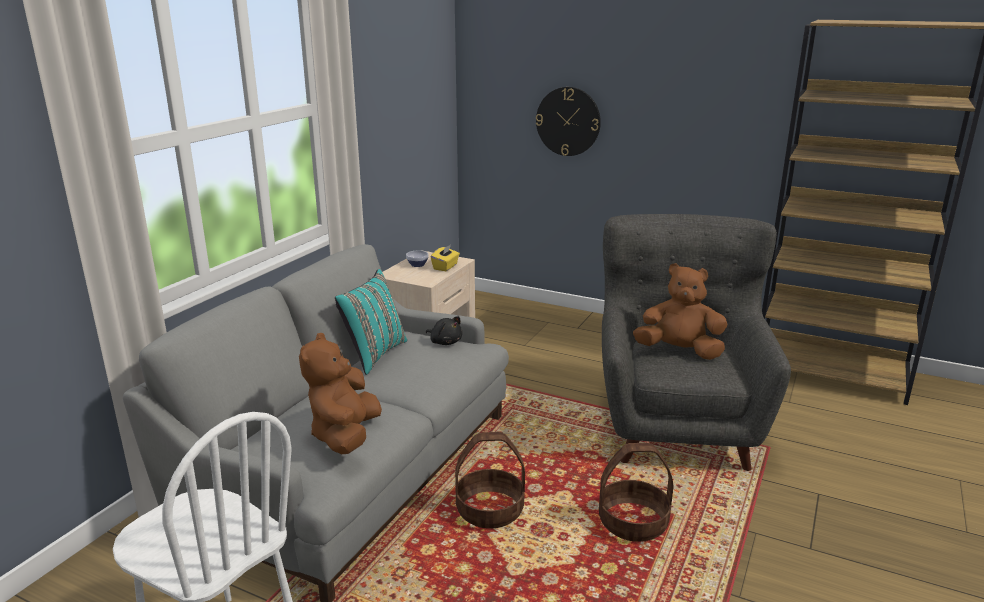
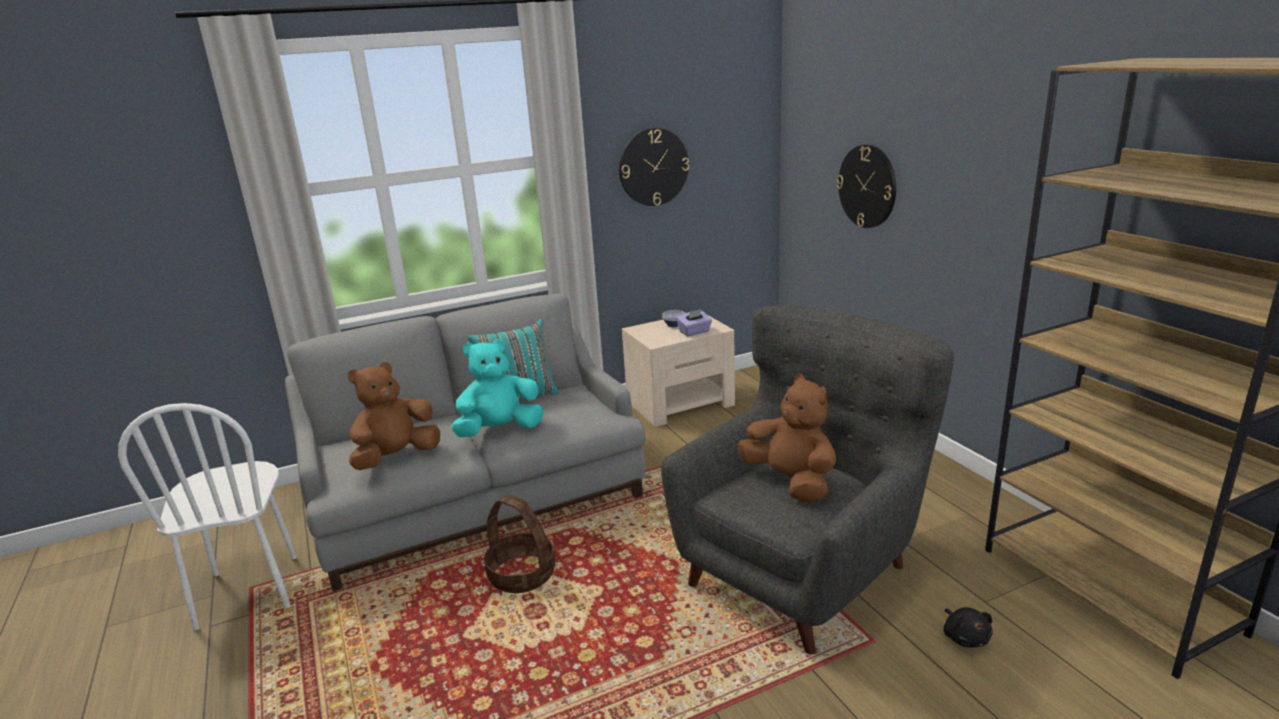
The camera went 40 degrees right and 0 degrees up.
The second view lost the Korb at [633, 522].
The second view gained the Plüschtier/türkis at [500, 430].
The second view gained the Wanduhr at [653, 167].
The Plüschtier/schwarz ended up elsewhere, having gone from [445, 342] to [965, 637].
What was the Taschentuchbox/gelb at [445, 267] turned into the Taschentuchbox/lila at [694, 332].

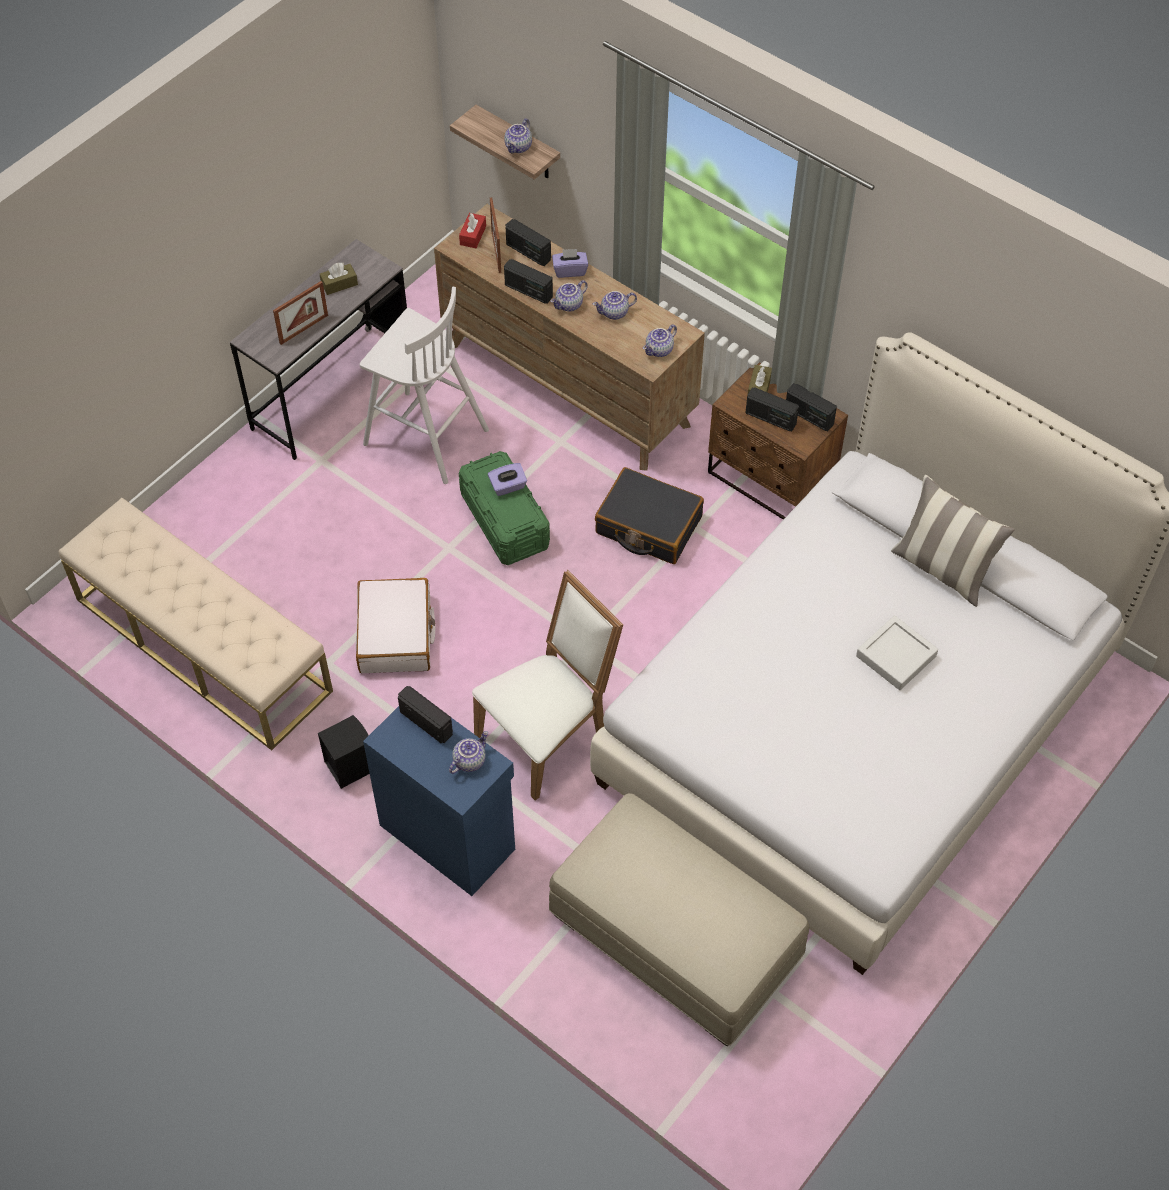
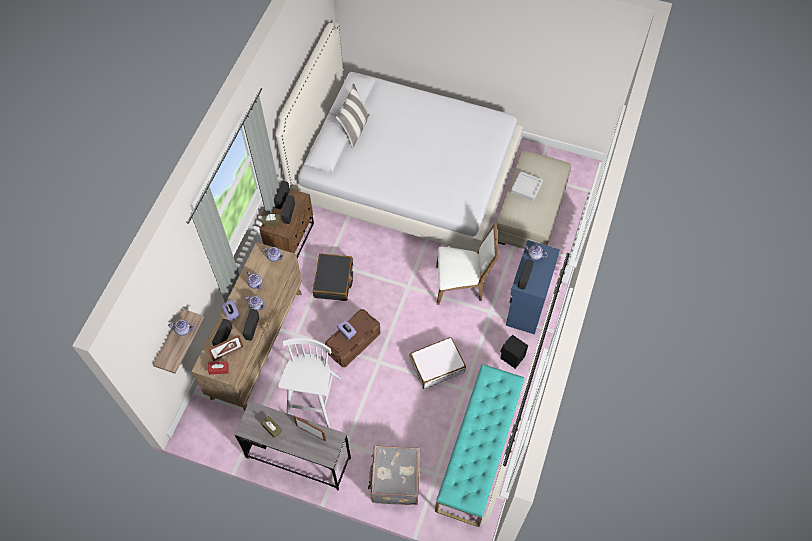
The camera went 110 degrees left and 5 degrees up.
The second view gained the Koffer/grau at [394, 481].
The Tablett/grau ended up elsewhere, having gone from [896, 656] to [526, 187].
What was the Bank/beige at [202, 645] turned into the Bank/türkis at [478, 451].
What was the Aufbewahrungsbox/grün at [505, 520] turned into the Aufbewahrungsbox/braun at [353, 342].
The Stuhl/weiß at [548, 735] ended up facing another way, 150 degrees clockwise from before.

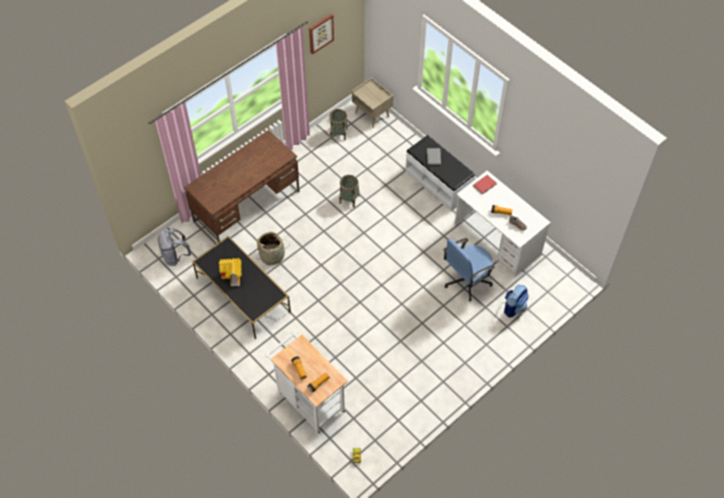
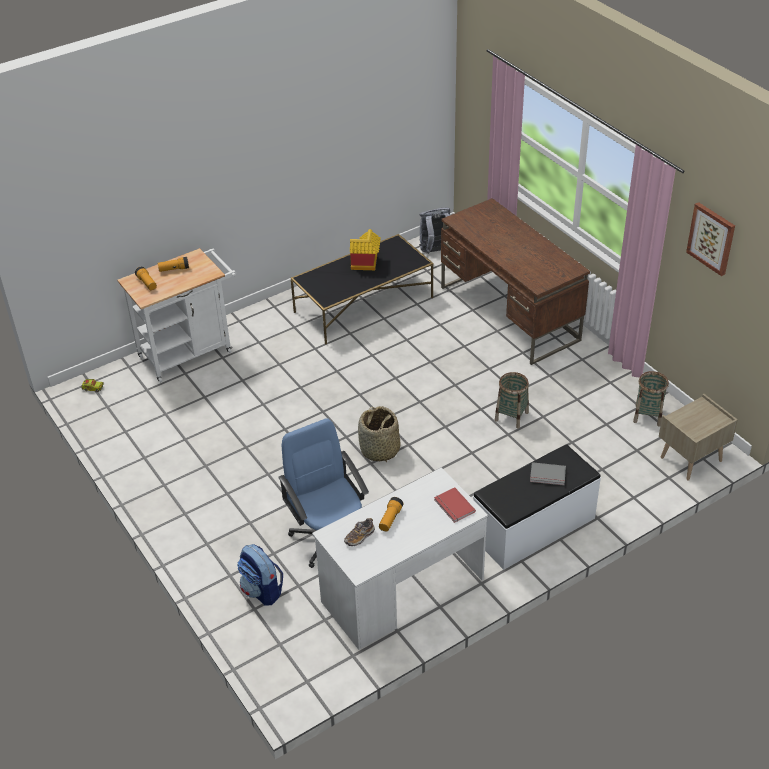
The camera went 100 degrees right and 15 degrees down.
The Korb ended up elsewhere, having gone from [272, 255] to [379, 450].

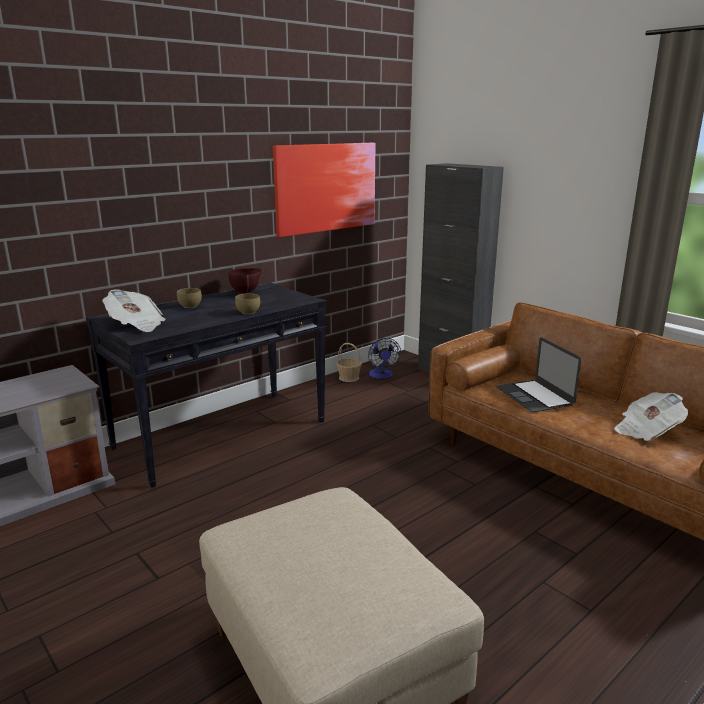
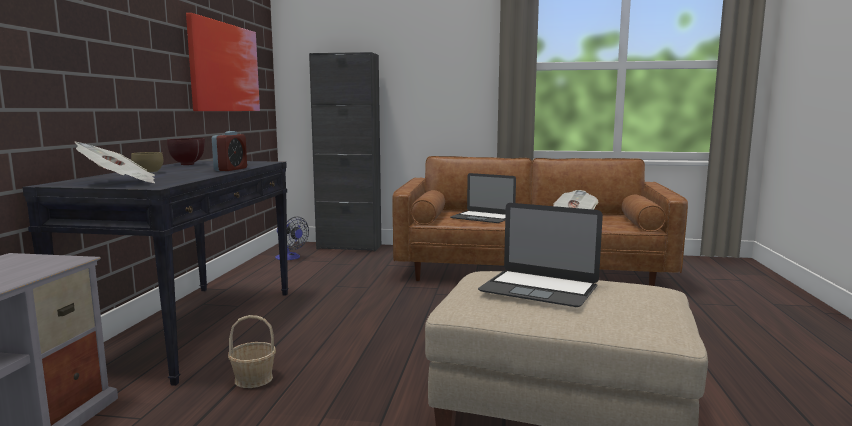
The camera went 40 degrees left and 10 degrees down.
The second view gained the Laptop at [539, 288].
The Korb ended up elsewhere, having gone from [349, 378] to [253, 379].
Where the Schüssel/braun stood at [248, 312], the Wecker came to stand at [230, 169].

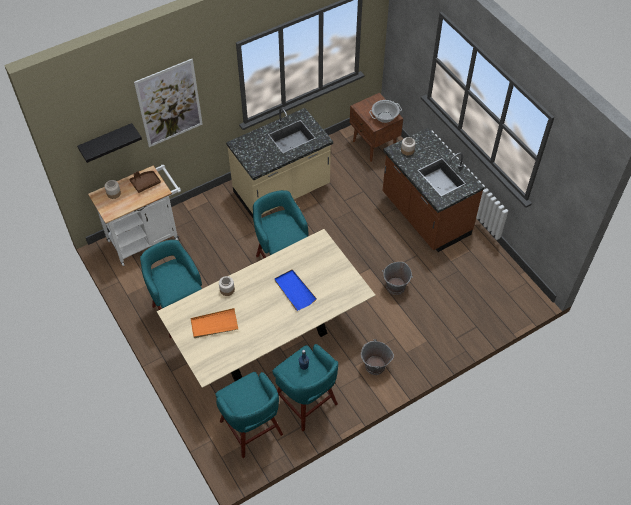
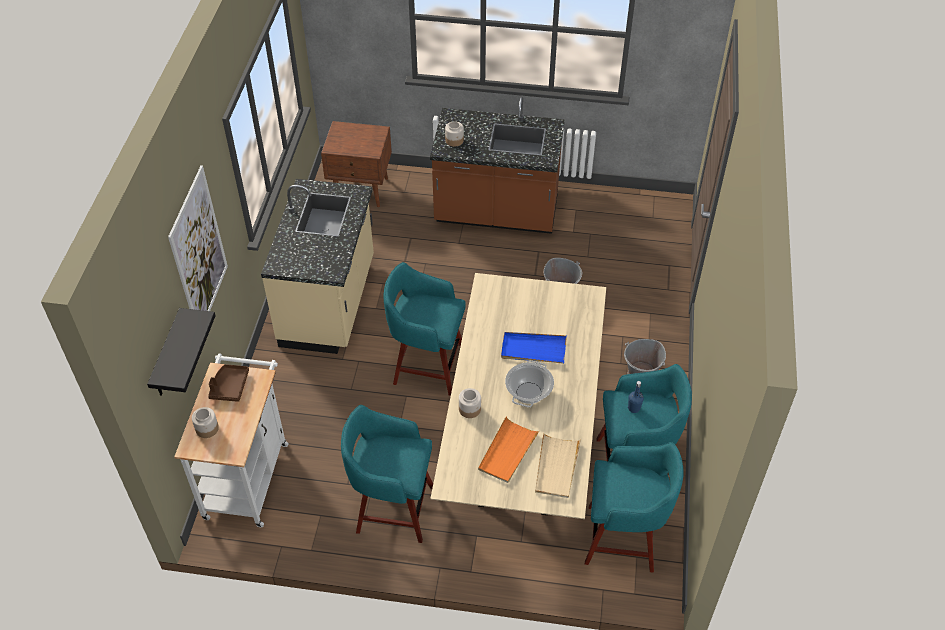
The camera went 50 degrees left and 5 degrees down.
The second view gained the Tablett/beige at [556, 467].
The Kochtopf ended up elsewhere, having gone from [384, 117] to [529, 393].

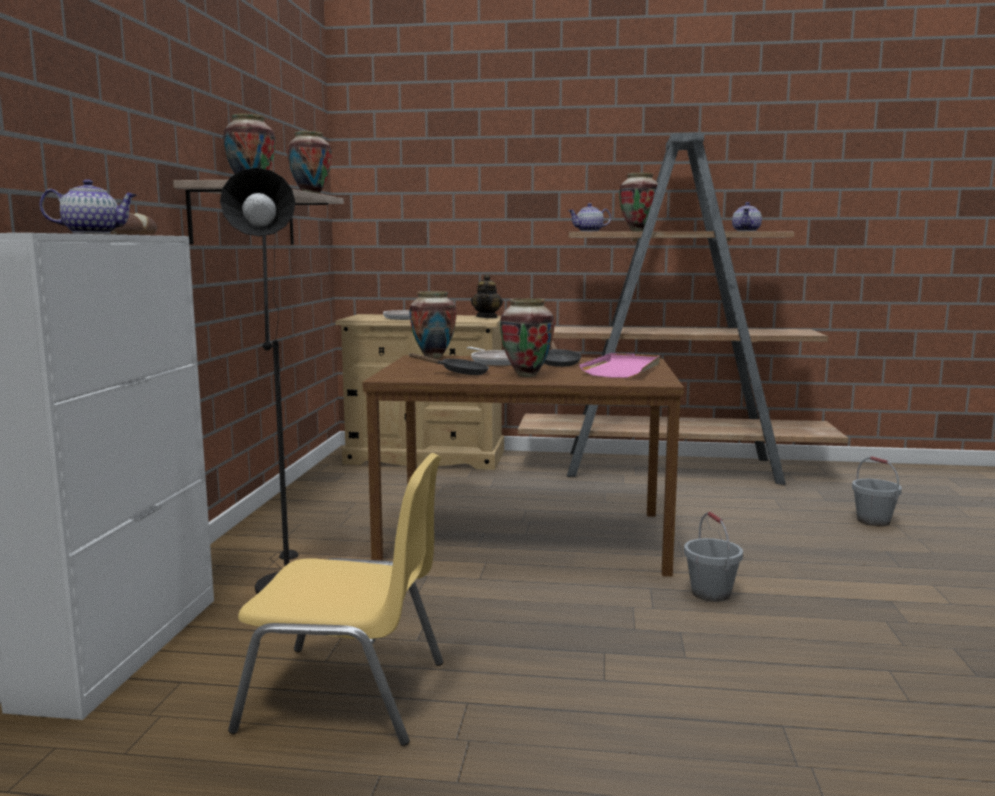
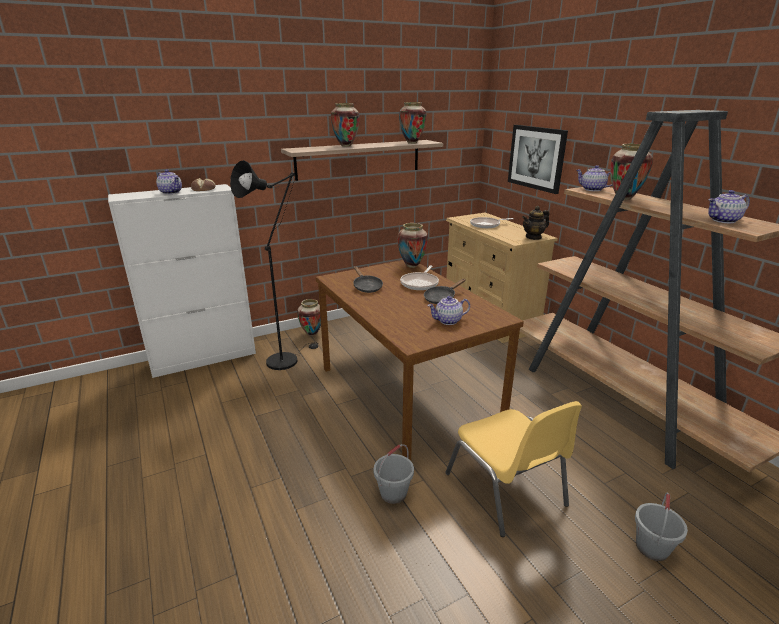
The camera went 55 degrees right and 15 degrees up.
The second view gained the Bild at [536, 158].
The Stuhl/gelb ended up elsewhere, having gone from [348, 695] to [506, 490].
The Vase ended up elsewhere, having gone from [527, 375] to [312, 334].
Where the Tablett/rosa stood at [623, 369], the Teekanne came to stand at [448, 321].

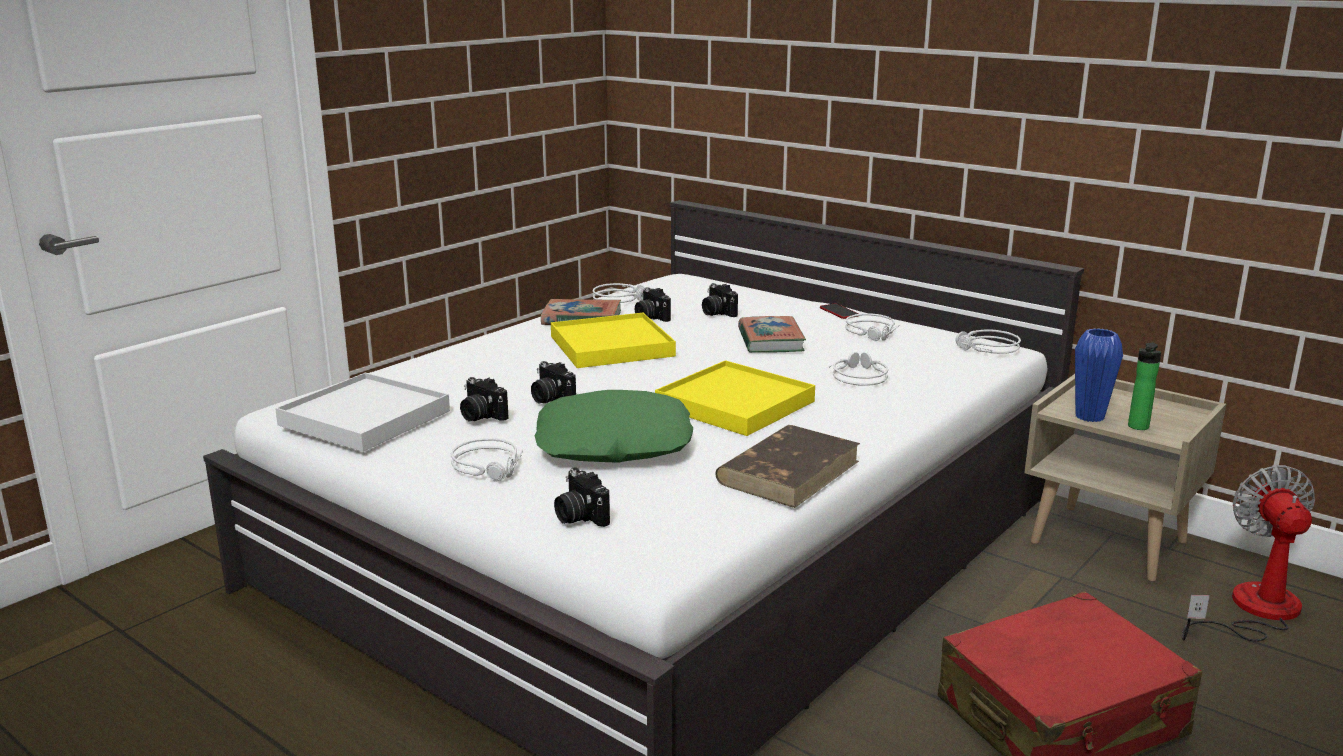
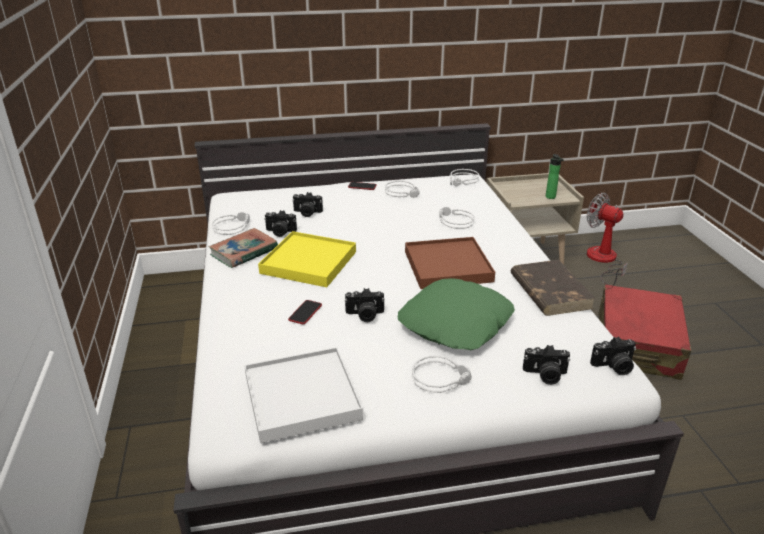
The camera went 50 degrees left and 10 degrees up.
The second view lost the Buch at [770, 340].
The second view lost the Vase/blau at [1089, 417].
The second view gained the Handy at [305, 312].
The Kamera ended up elsewhere, having gone from [480, 416] to [614, 367].
What was the Tablett/gelb at [735, 404] turned into the Tablett/braun at [448, 266].

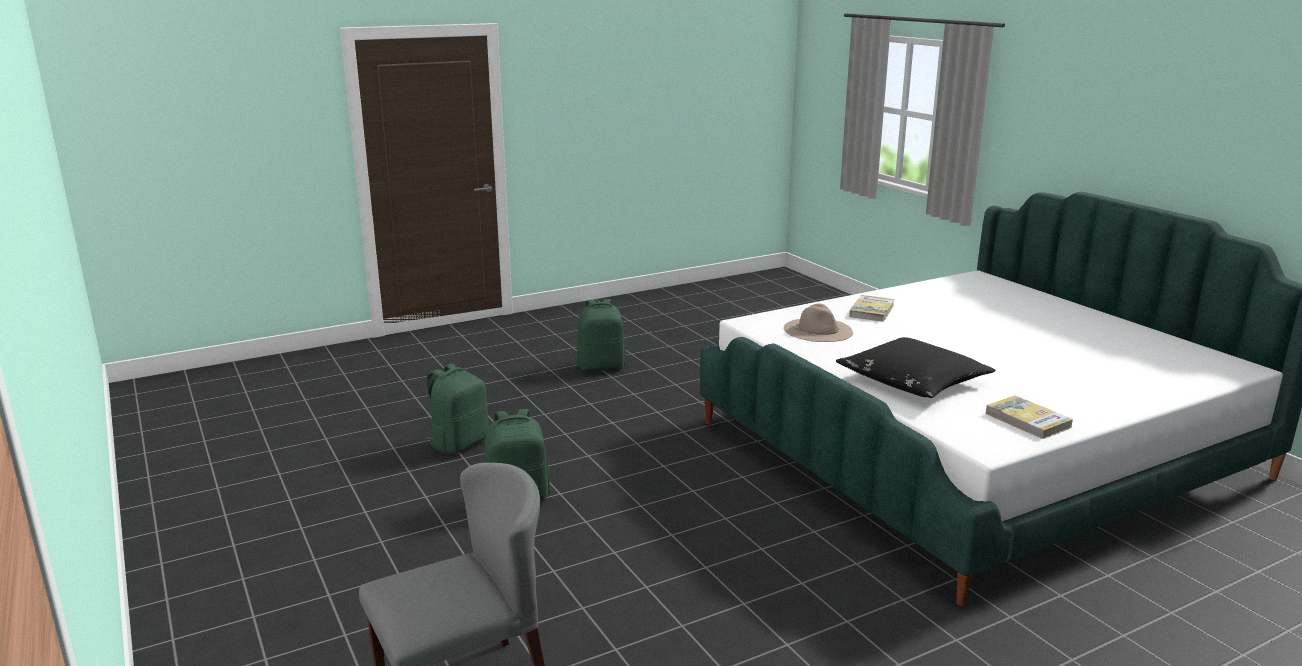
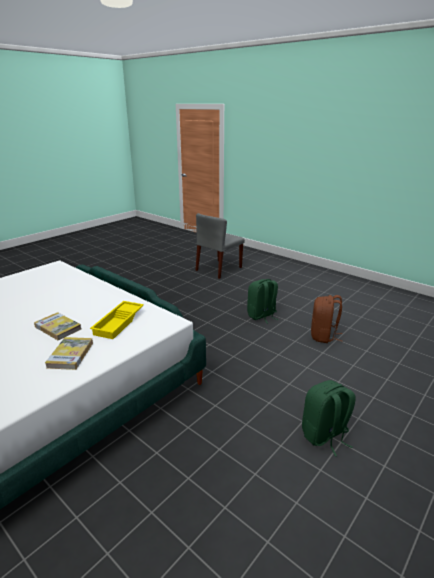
The camera went 160 degrees right and 5 degrees up.
The second view lost the Kissen/schwarz at [913, 381].
The Buch ended up elsewhere, having gone from [1027, 420] to [58, 328].
Where the Hut/beige stood at [818, 330], the Tablett/gelb came to stand at [119, 323].
What was the Rucksack/grün at [459, 443] turned into the Rucksack/braun at [323, 336].

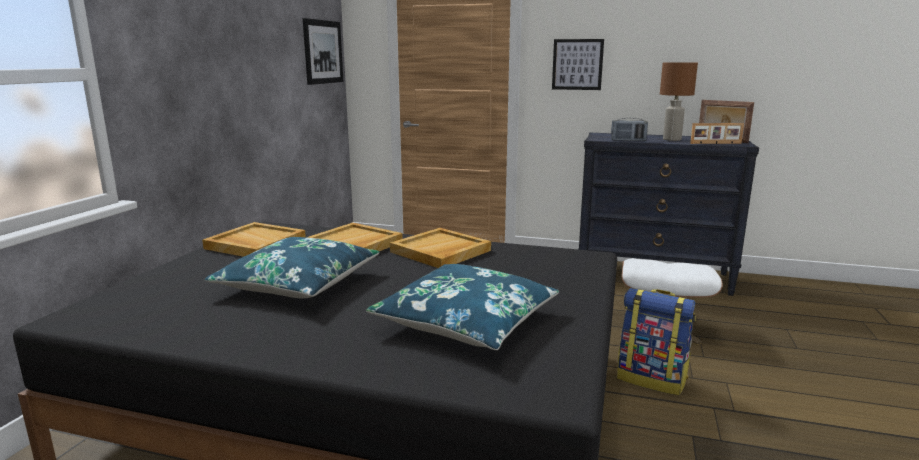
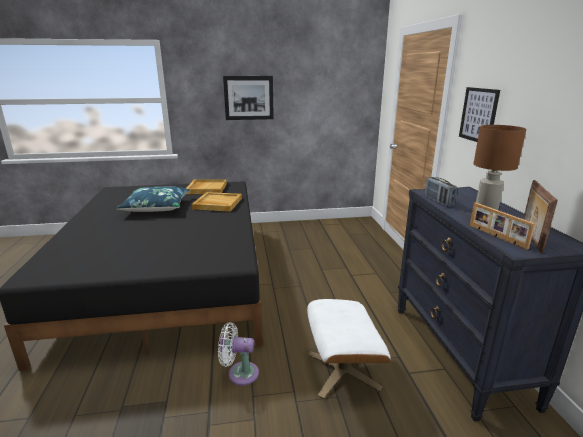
The camera went 65 degrees right and 5 degrees up.
The second view lost the Kissen/blau at [466, 321].
The second view lost the Tablett/beige at [440, 251].
The Bild ended up elsewhere, having gone from [323, 52] to [249, 98].
Where the Rucksack stood at [652, 379], the Ventilator/weiß came to stand at [239, 373].

